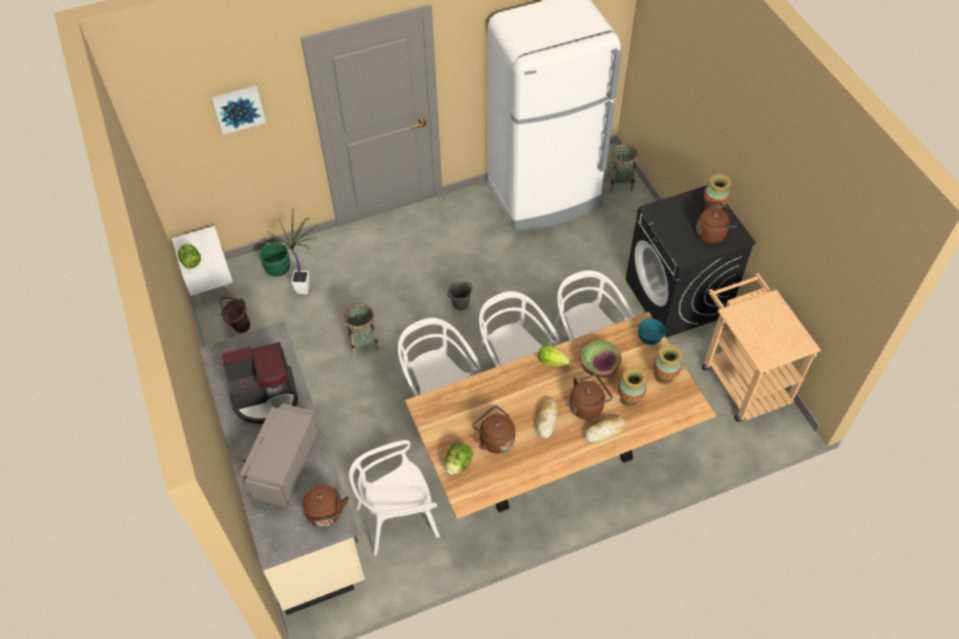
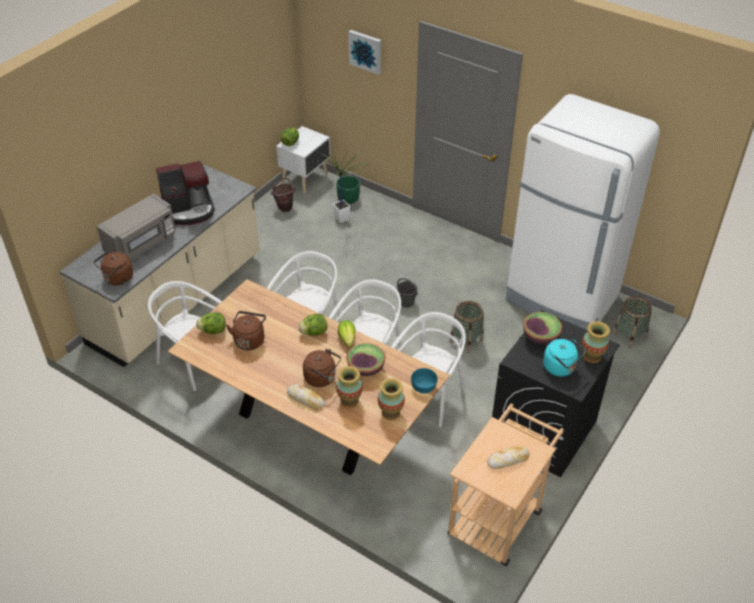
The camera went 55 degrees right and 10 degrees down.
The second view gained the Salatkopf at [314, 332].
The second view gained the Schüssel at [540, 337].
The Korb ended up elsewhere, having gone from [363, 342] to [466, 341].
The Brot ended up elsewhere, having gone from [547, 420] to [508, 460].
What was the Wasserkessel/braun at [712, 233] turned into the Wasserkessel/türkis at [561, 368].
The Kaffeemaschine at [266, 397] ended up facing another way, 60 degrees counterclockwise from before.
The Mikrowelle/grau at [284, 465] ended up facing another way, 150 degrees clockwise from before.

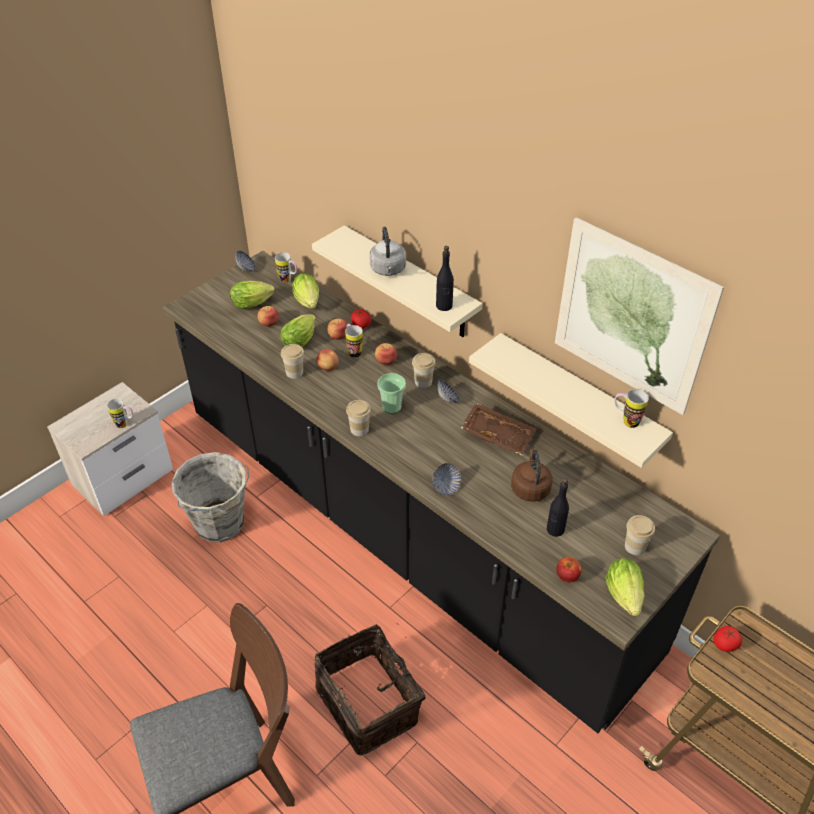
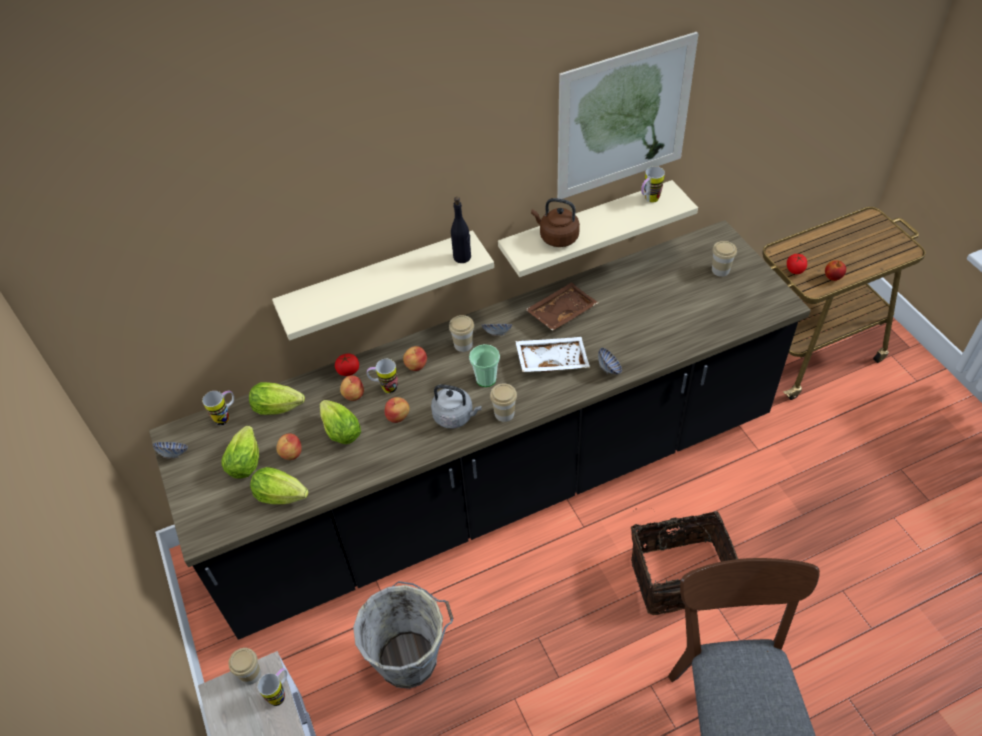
The camera went 65 degrees left and 5 degrees up.
The second view lost the Flasche/schwarz at [555, 530].
The second view gained the Tablett/weiß at [552, 359].
The Tasse ended up elsewhere, having gone from [294, 372] to [250, 674].
The Wasserkessel/grau ended up elsewhere, having gone from [388, 270] to [455, 416].
The Wasserkessel/braun ended up elsewhere, having gone from [530, 488] to [557, 237].
The Apfel ended up elsewhere, having gone from [567, 576] to [832, 277].
The Salatkopf ended up elsewhere, having gone from [624, 598] to [284, 496].

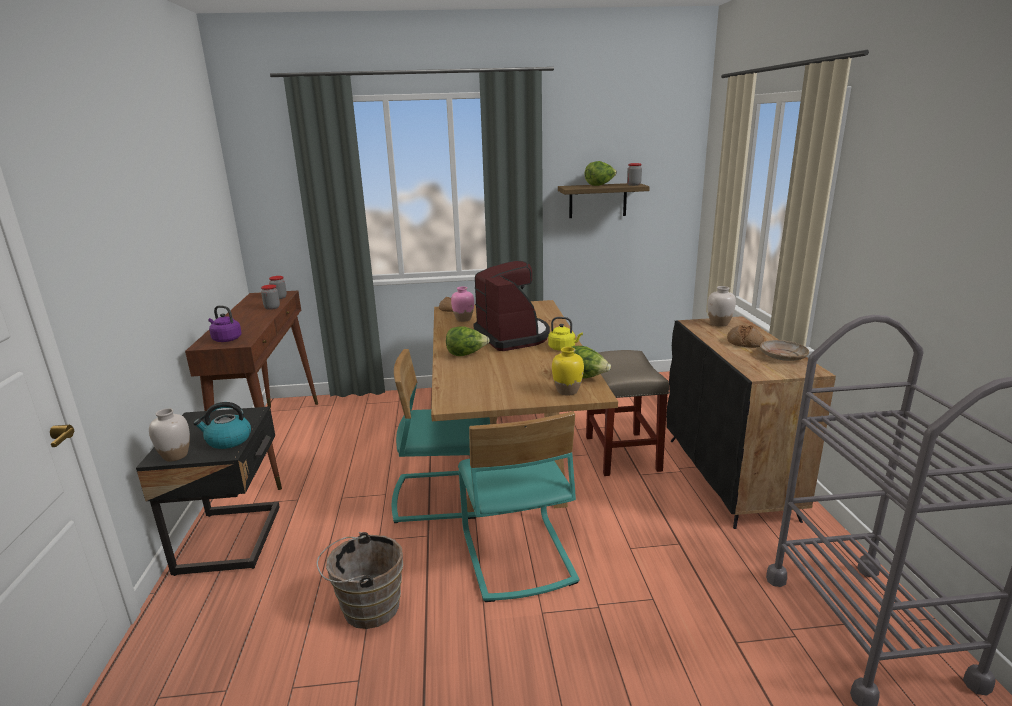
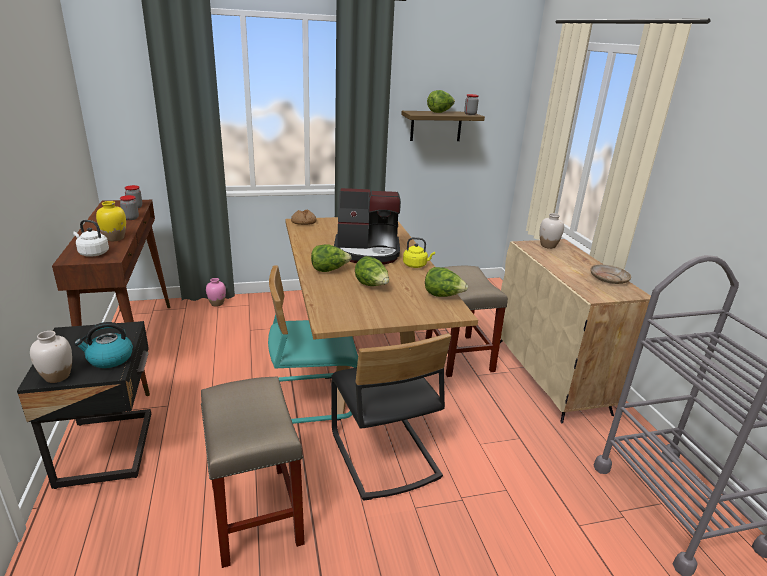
The camera went 10 degrees left and 5 degrees up.
The second view lost the Brot at [744, 342].
The second view gained the Salatkopf at [372, 285].
The Vase/rosa ended up elsewhere, having gone from [463, 319] to [217, 303].
The Vase/gelb ended up elsewhere, having gone from [567, 391] to [115, 238].
Where the Eimer/braun stood at [366, 608], the Hocker/beige came to stand at [255, 512].
What was the Wasserkessel/lila at [226, 339] turned into the Wasserkessel/weiß at [92, 253].
What was the Stuhl/türkis at [516, 556] turned into the Stuhl/schwarz at [383, 455].
What was the Schrank/schwarz at [729, 477] turned into the Schrank/beige at [550, 376].
The Kaffeemaschine at [513, 336] ended up facing another way, 120 degrees clockwise from before.

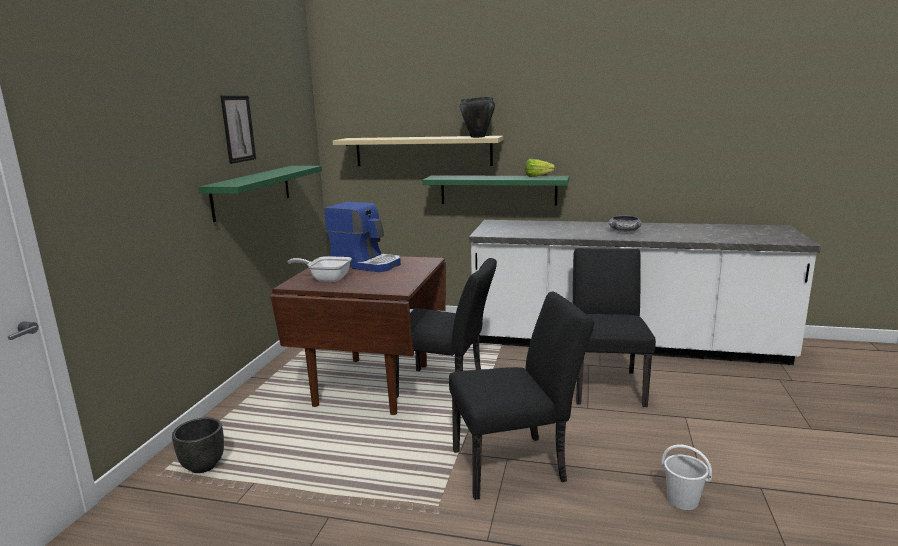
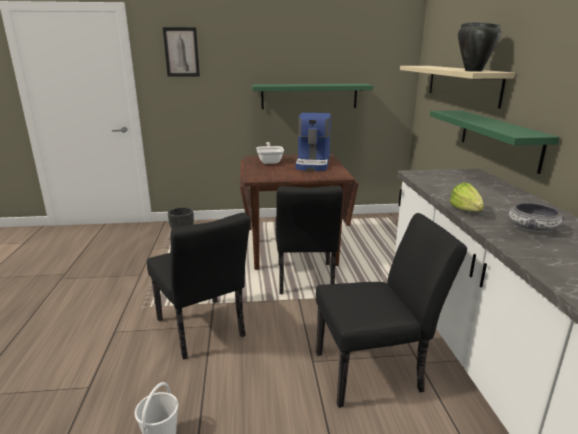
The camera went 70 degrees right and 5 degrees up.
The Bild ended up elsewhere, having gone from [238, 128] to [181, 52].
The Salatkopf ended up elsewhere, having gone from [540, 177] to [467, 212].

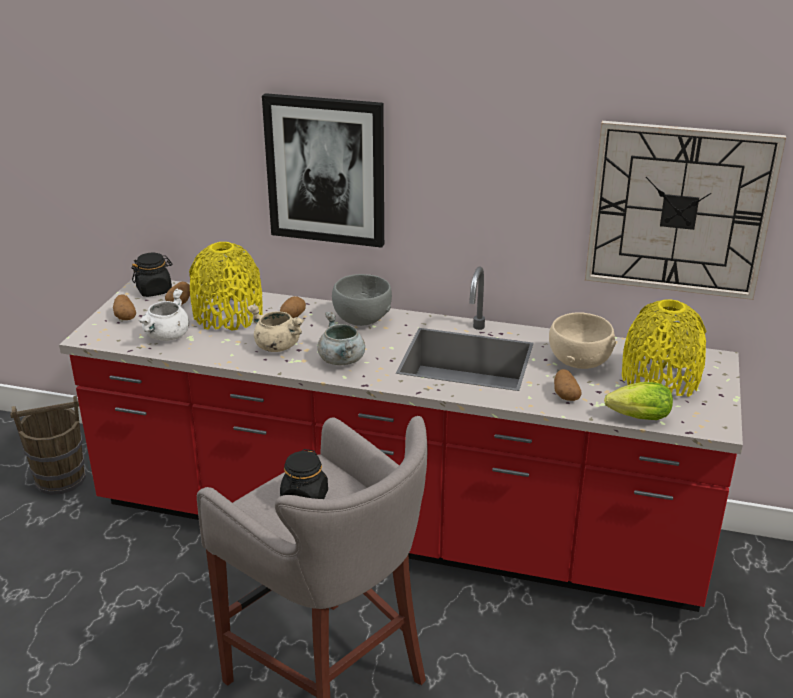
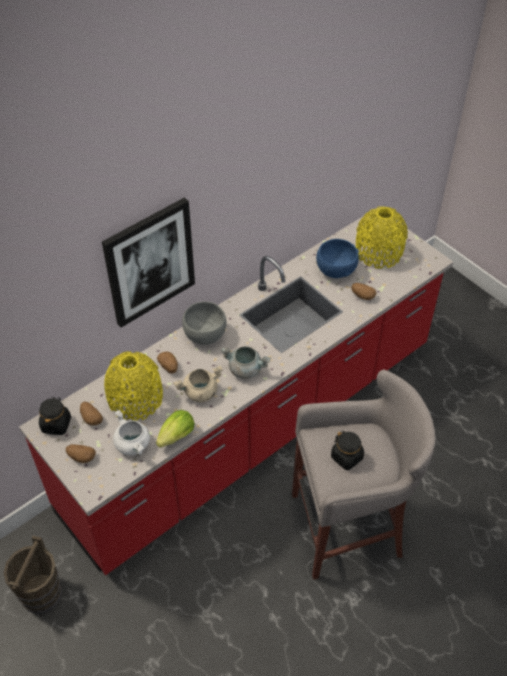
The camera went 55 degrees left and 20 degrees up.
The second view lost the Wanduhr at [679, 210].
The Salatkopf ended up elsewhere, having gone from [635, 418] to [174, 438].
What was the Schüssel/beige at [579, 361] turned into the Schüssel/blau at [335, 270].

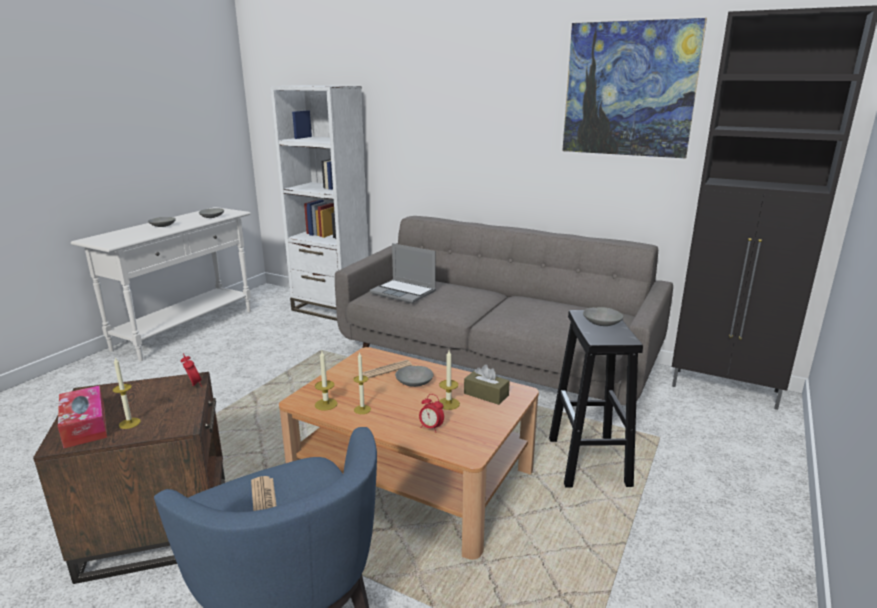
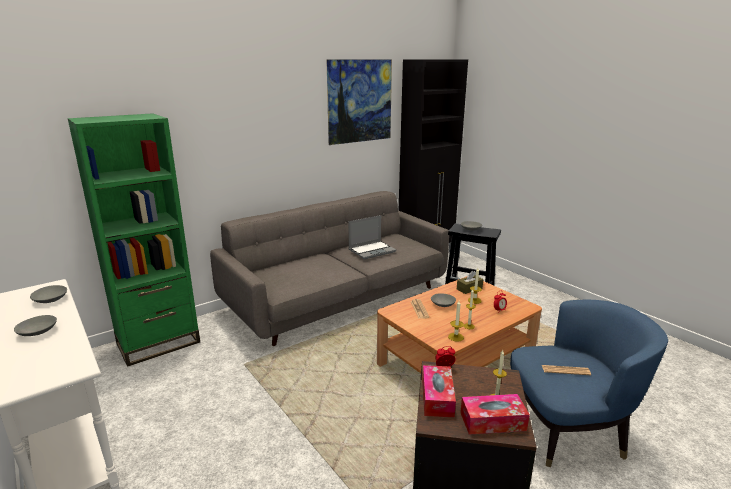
The camera went 65 degrees left and 0 degrees up.
The second view gained the Taschentuchbox at [437, 397].
The Laptop ended up elsewhere, having gone from [404, 292] to [372, 250].
What was the Bücherregal/weiß at [331, 309] turned into the Bücherregal/grün at [158, 343].

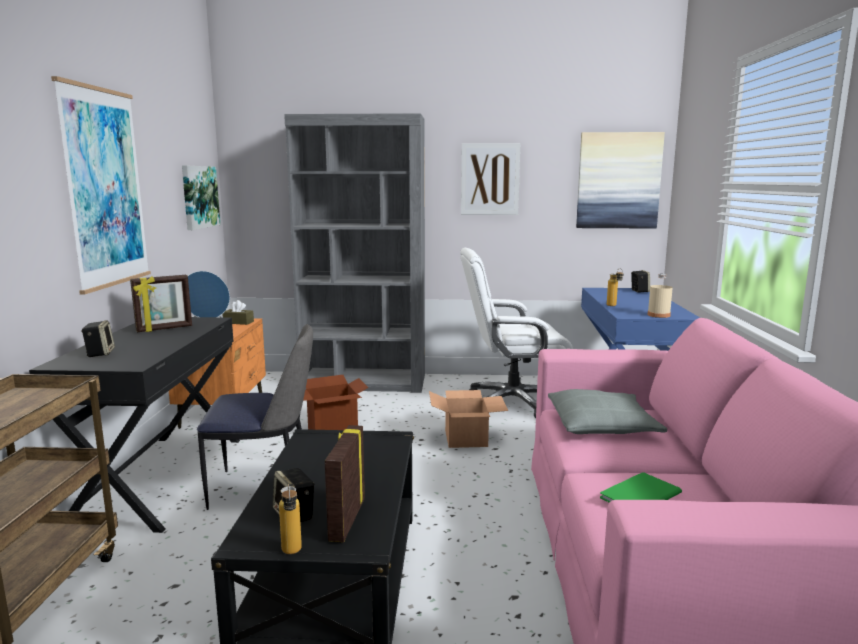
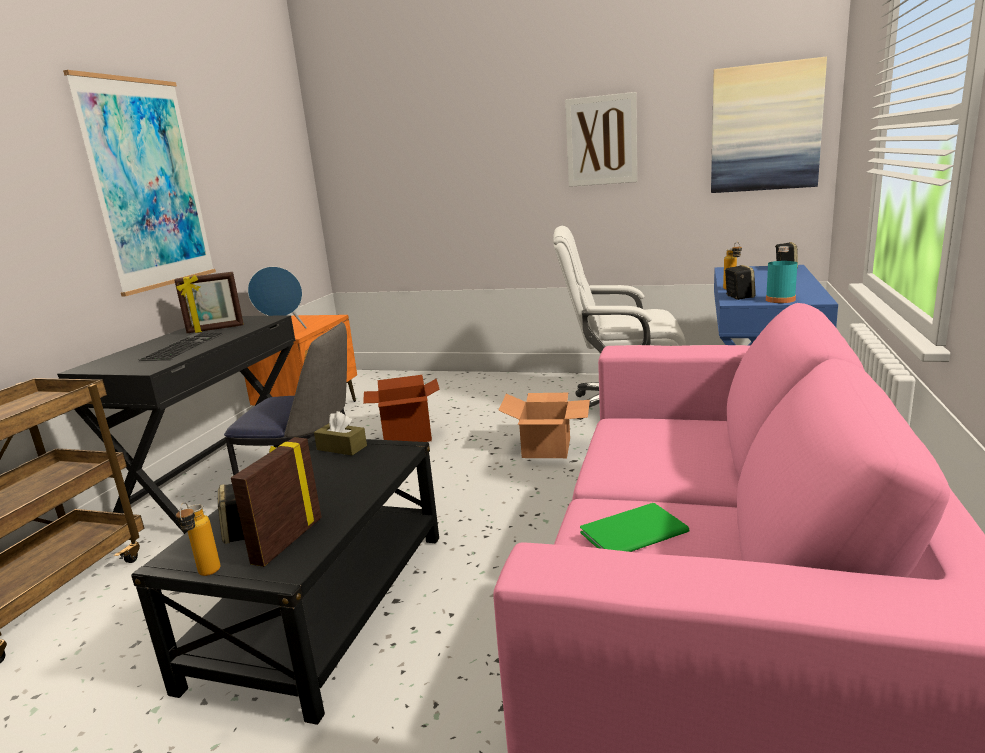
The camera went 15 degrees right and 5 degrees up.
The second view lost the Bild at [199, 197].
The second view lost the Bücherregal/grau at [364, 382].
The second view lost the Kissen/grau at [602, 425].
The second view gained the Tastatur at [183, 346].
The Lautsprecher ended up elsewhere, having gone from [100, 353] to [738, 297].
The Taschentuchbox/braun ended up elsewhere, having gone from [238, 322] to [342, 448].
What was the Flasche/beige at [658, 315] turned into the Flasche/türkis at [780, 300].

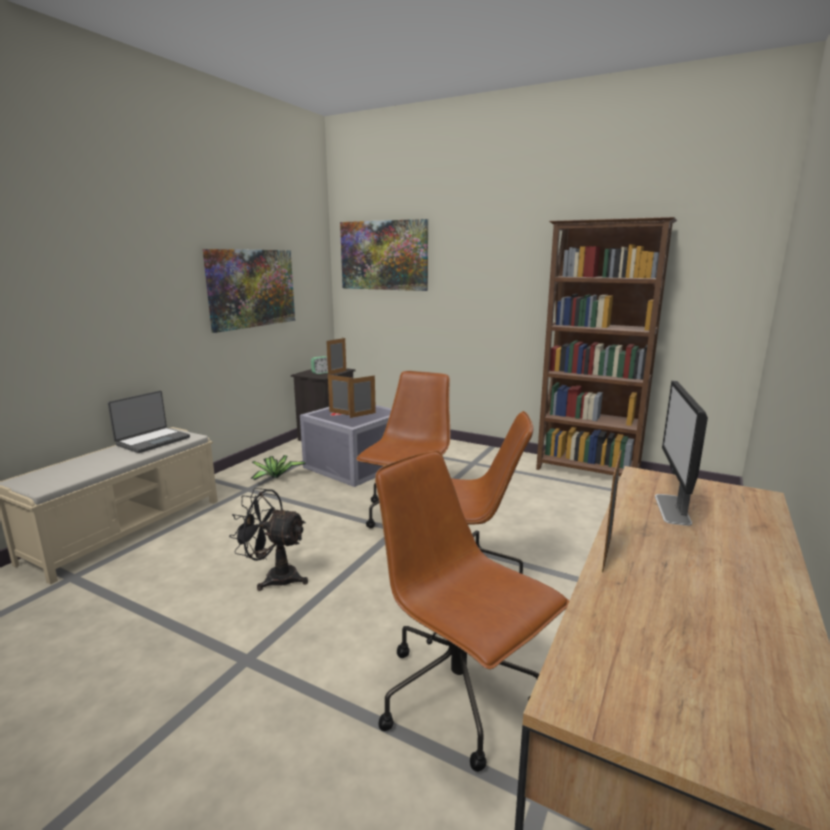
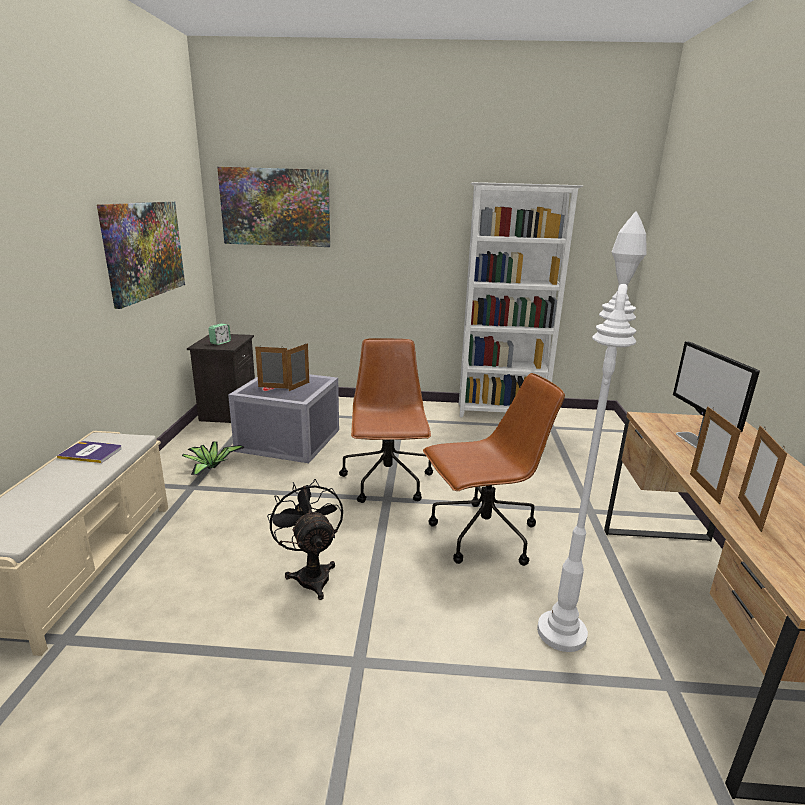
The camera went 25 degrees left and 5 degrees up.
The Bilderrahmen ended up elsewhere, having gone from [337, 373] to [749, 514].
Where the Laptop stood at [152, 441], the Buch came to stand at [91, 453].
Where the Bürostuhl/braun stood at [460, 697], the Stehlampe/weiß came to stand at [561, 632].
What was the Bücherregal/braun at [588, 472] turned into the Bücherregal/weiß at [501, 413].
The Ventilator/schwarz at [274, 577] ended up facing another way, 75 degrees clockwise from before.

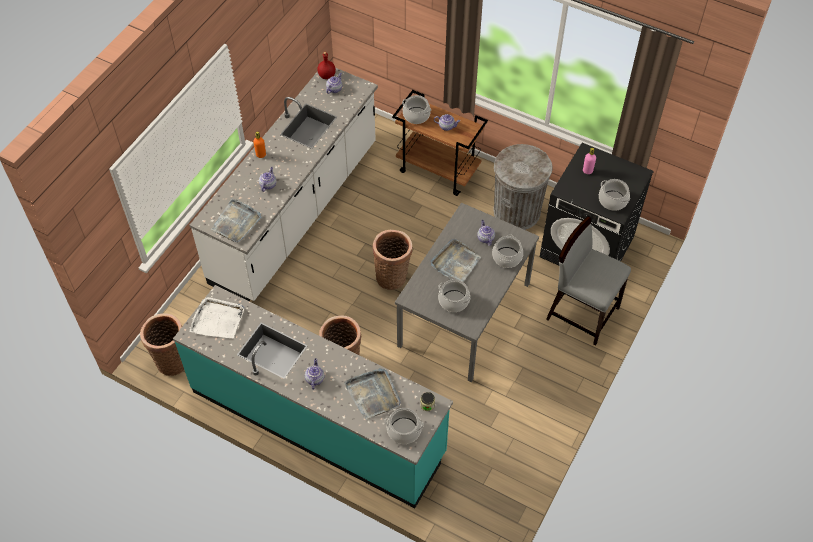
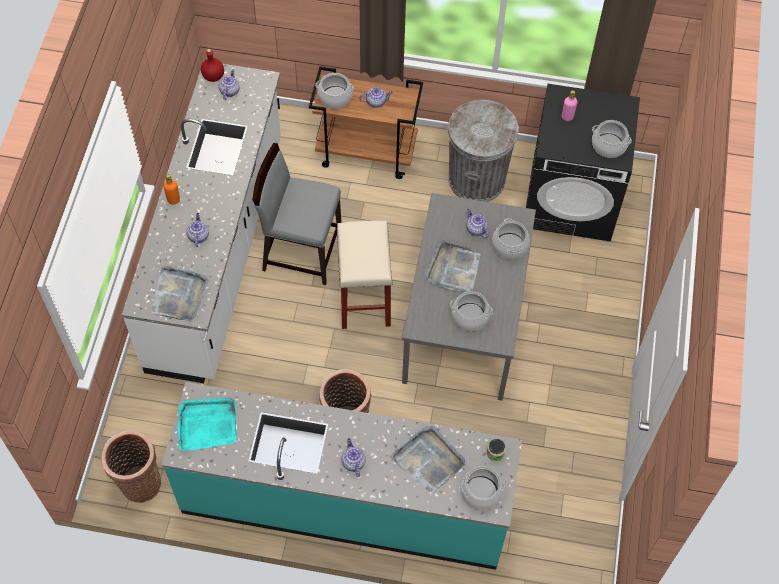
The camera went 20 degrees left and 5 degrees up.
The Stuhl/grau ended up elsewhere, having gone from [582, 312] to [301, 251].
Where the Korb stood at [392, 276], the Hocker/beige came to stand at [363, 299].
What was the Tablett/weiß at [217, 320] turned into the Tablett/türkis at [207, 425].

